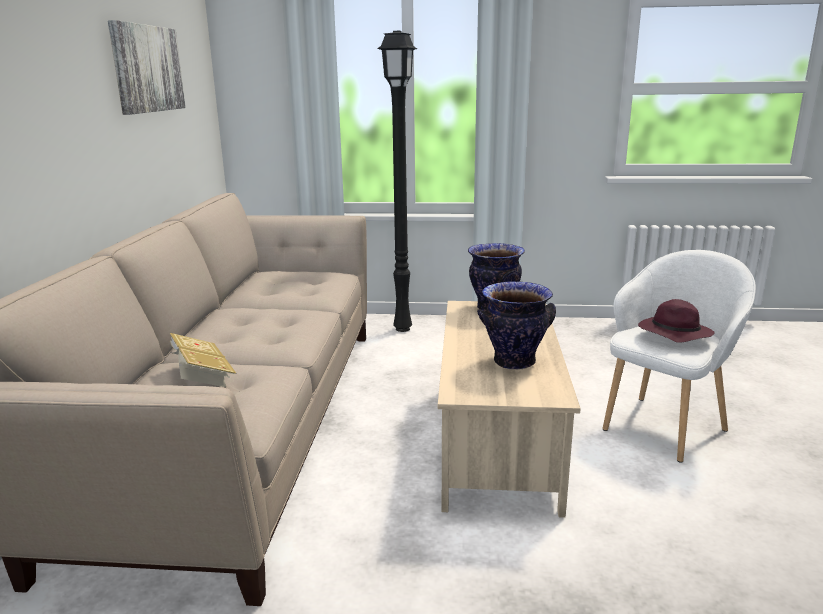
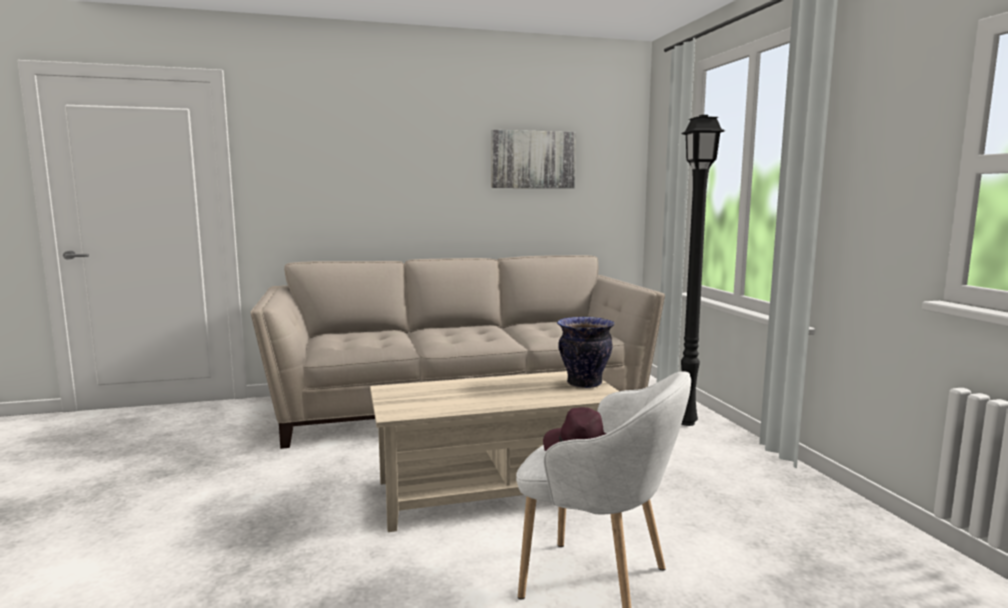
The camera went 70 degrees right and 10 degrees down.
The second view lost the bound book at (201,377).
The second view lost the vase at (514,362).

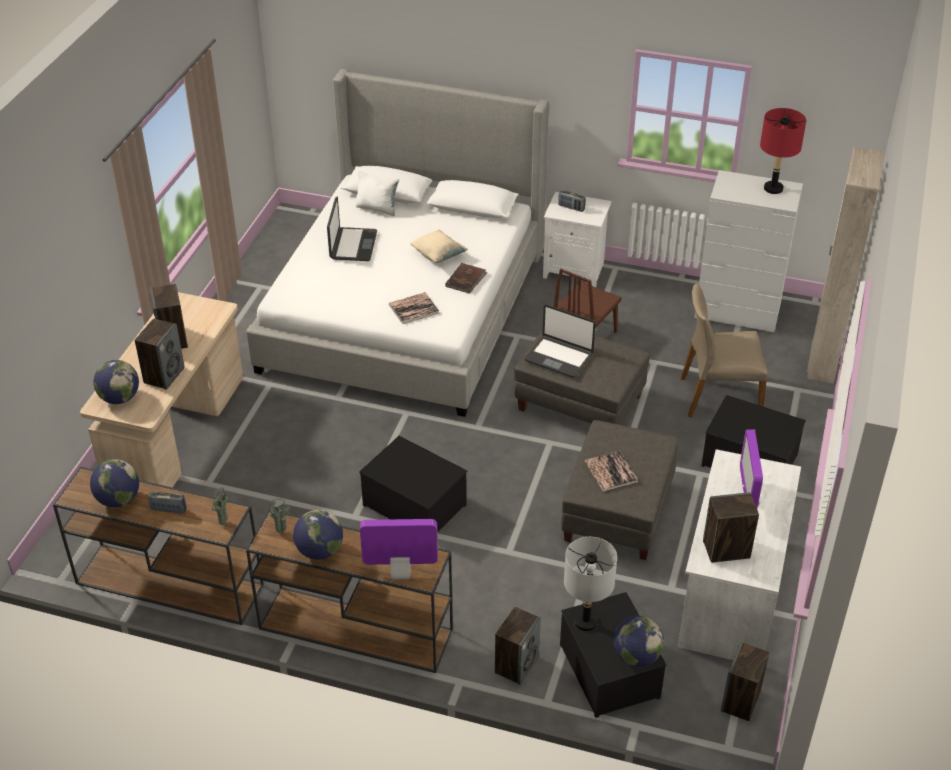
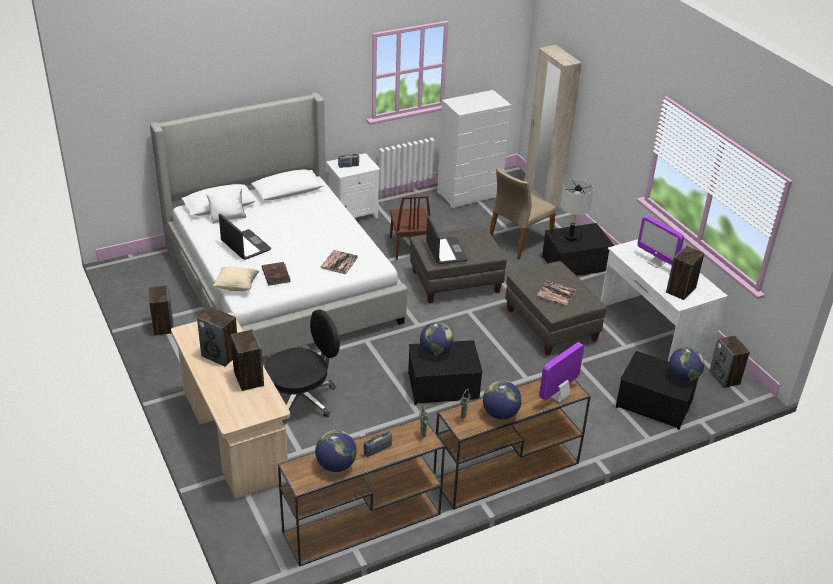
The camera went 45 degrees left and 5 degrees down.
The audio speaker ended up elsewhere, having gone from (516,664) to (163,326).
The beige-coloured throw pillow ended up elsewhere, having gone from (438,256) to (237,286).
The brownish bound book ended up elsewhere, having gone from (466,280) to (276,274).
The second view gained the black office chair at (301,399).
The world globe ended up elsewhere, having gone from (119,398) to (435,351).
The laptop at (559,357) ended up facing another way, 90 degrees counterclockwise from before.
The grey table lamp ended up elsewhere, having gone from (585,622) to (571,237).
The second view lost the red-coloured table lamp at (773,188).

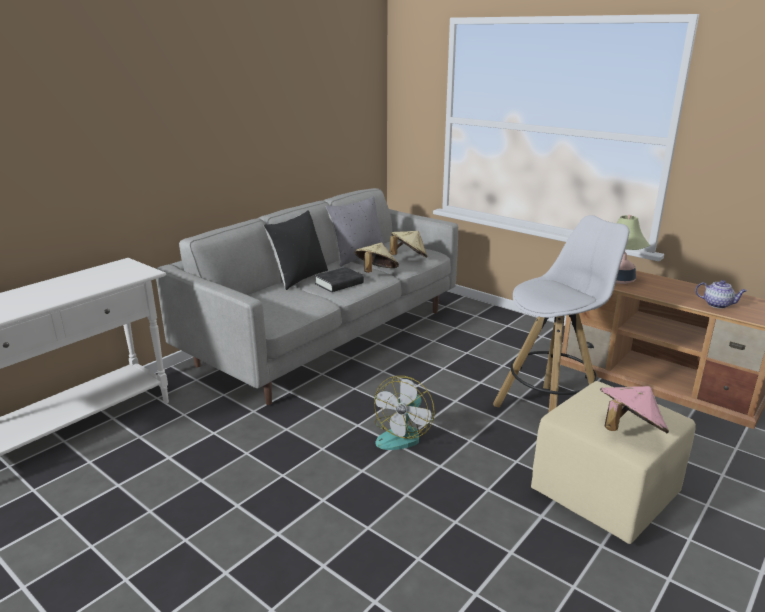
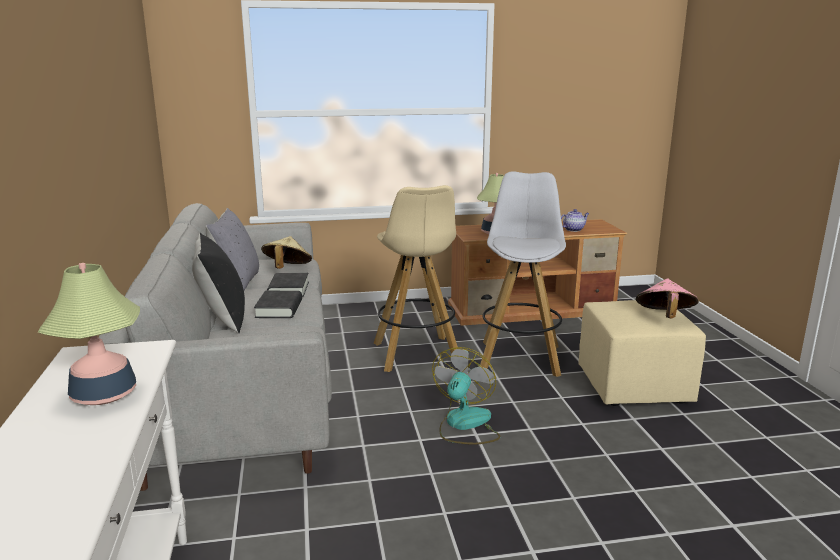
The camera went 50 degrees left and 5 degrees down.
The second view gained the table lamp at (103,394).
Where the beige-coloured wearable hat stood at (376,272), the black bound book came to stand at (288,289).
The second view gained the beige-coloured stool seat at (417,355).
The cooling fan at (403,434) ended up facing another way, 135 degrees counterclockwise from before.

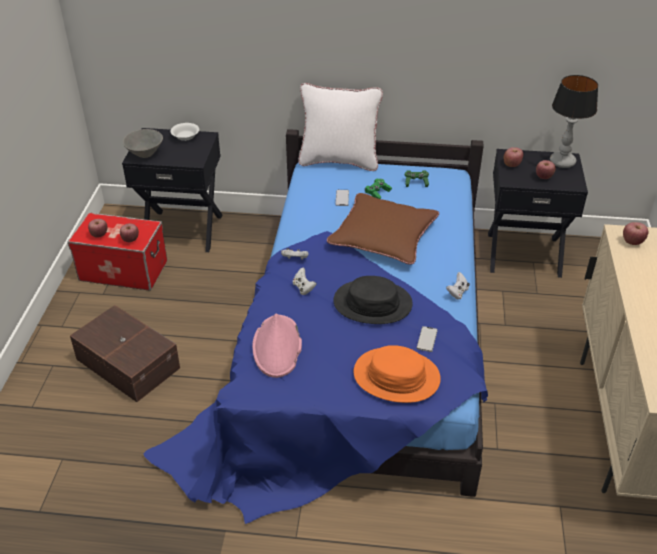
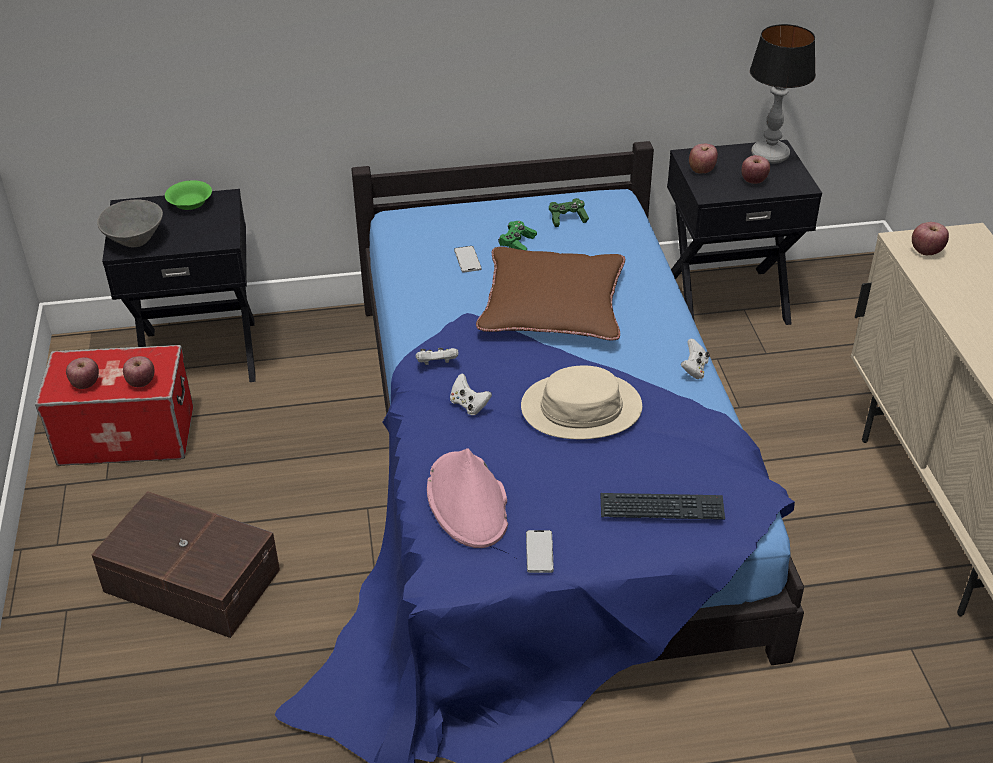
The camera went 15 degrees left and 0 degrees up.
What was the white-coloured bowl at (186,137) turned into the greenish bowl at (191,203).
What was the black wearable hat at (372,303) turned into the beige-coloured wearable hat at (581,408).
The phone ended up elsewhere, having gone from (427,339) to (539,552).
Where the orange wearable hat stood at (396,376), the computer keyboard came to stand at (662,508).
The second view lost the white-coloured throw pillow at (339,161).

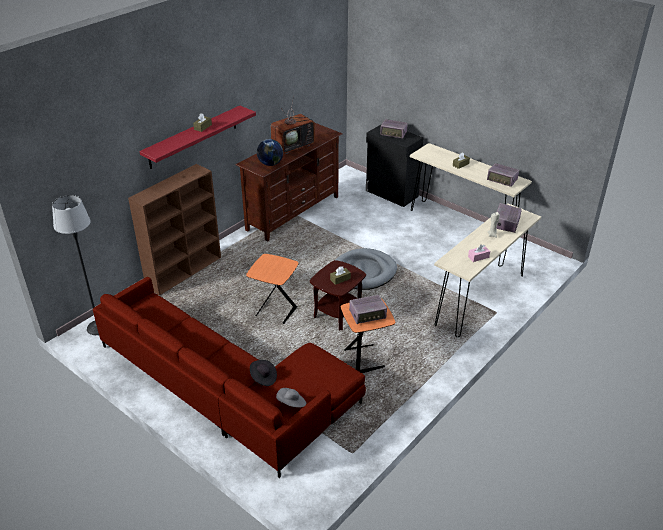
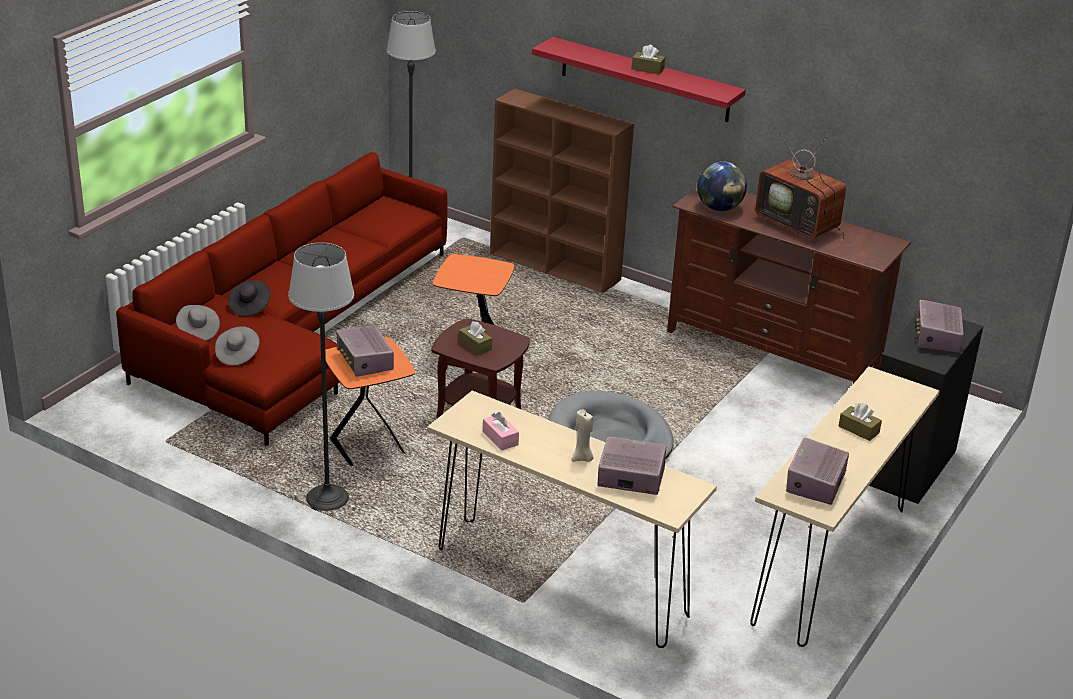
The camera went 80 degrees right and 5 degrees down.
The second view gained the grey wearable hat at (237,354).
The second view gained the standard lamp at (327,498).

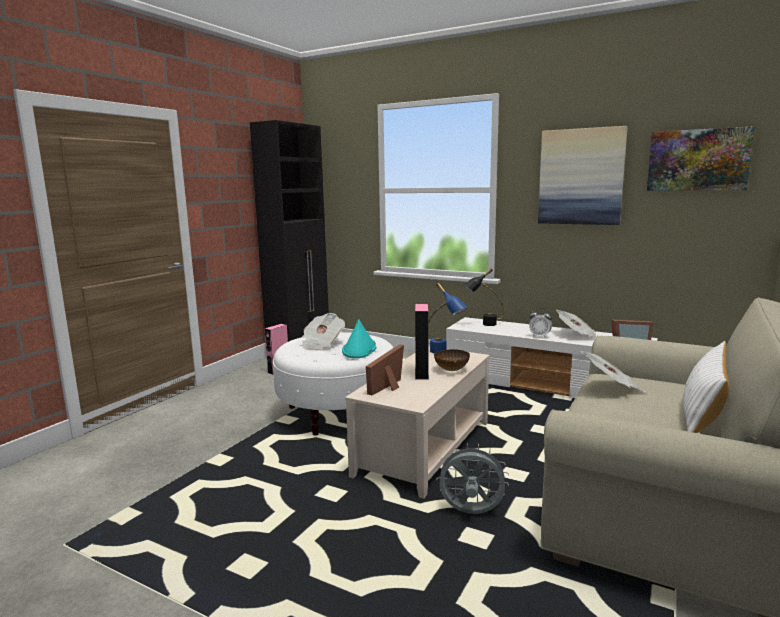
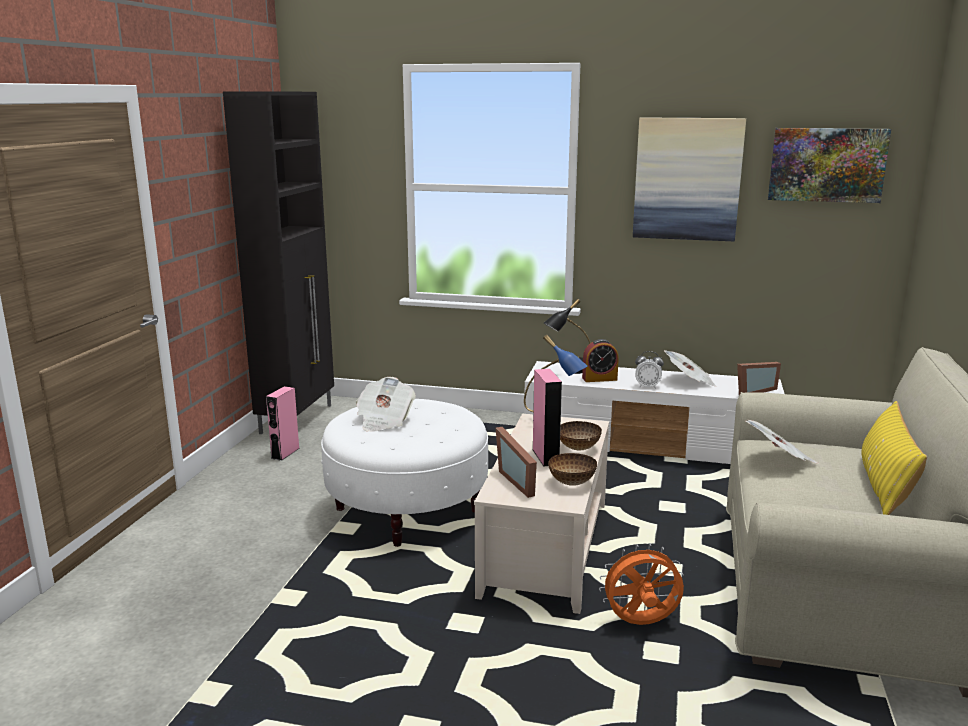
The camera went 15 degrees left and 5 degrees up.
The photo frame at (390,387) ended up facing another way, 45 degrees counterclockwise from before.
The second view gained the bowl at (571,482).
The second view gained the alarm clock at (599,379).
What was the grey cooling fan at (471,513) turned into the orange cooling fan at (641,624).
What was the white-coloured throw pillow at (703,414) turned into the yellowish throw pillow at (884,485).
The second view lost the blue-green wearable hat at (359,349).

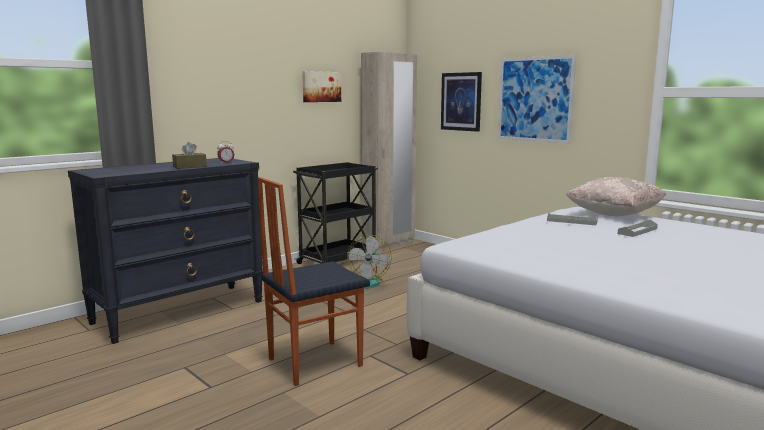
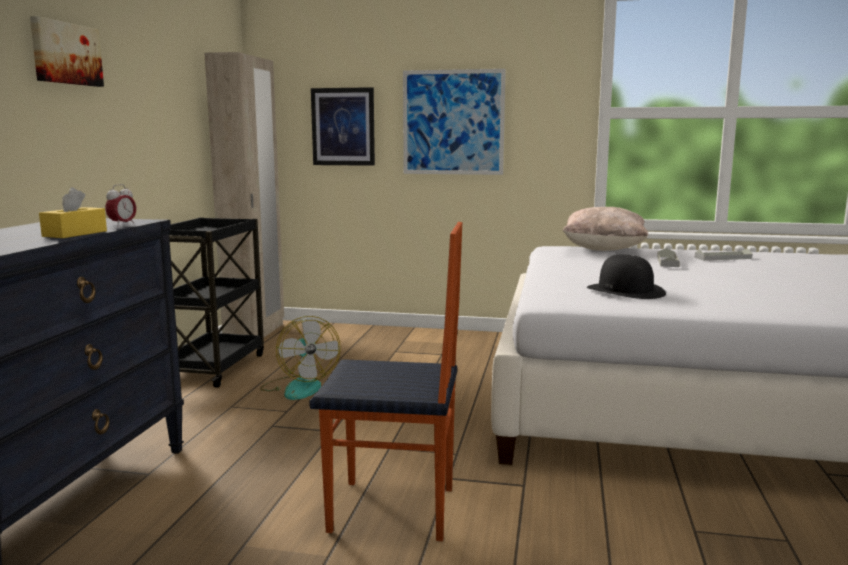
The camera went 35 degrees left and 0 degrees up.
The wall art ended up elsewhere, having gone from (321,86) to (65,53).
What was the brownish box of tissues at (190,167) turned into the yellowish box of tissues at (75,234).
The upright chair at (313,362) ended up facing another way, 105 degrees counterclockwise from before.
The second view gained the black wearable hat at (626,290).
The grey carrying tray ended up elsewhere, having gone from (571,221) to (723,258).

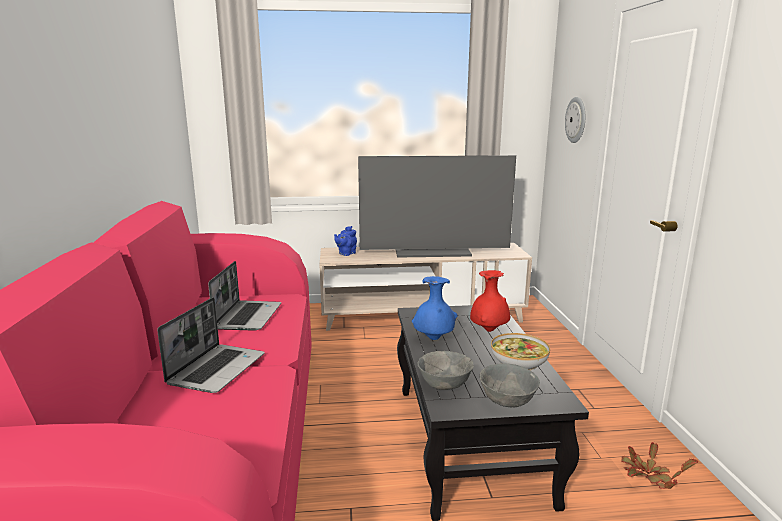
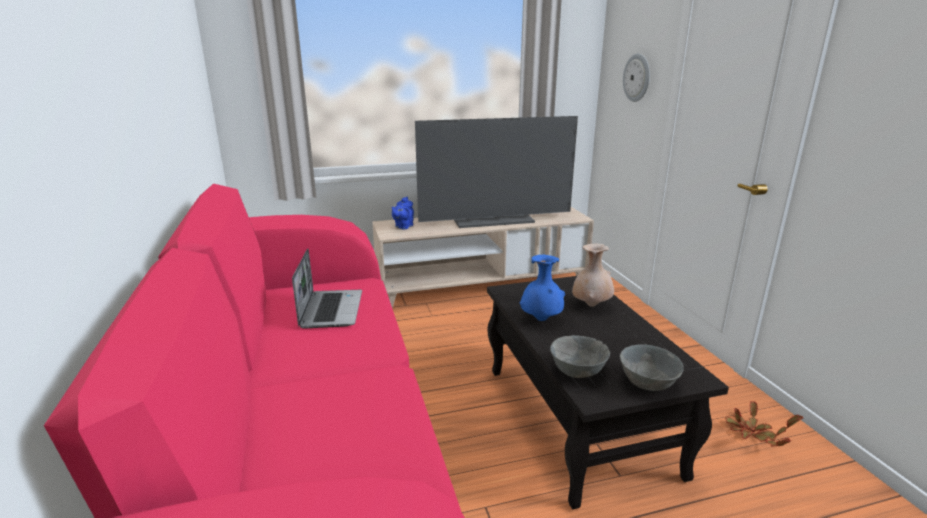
The camera went 10 degrees left and 5 degrees up.
What was the red-coloured vase at (489,330) turned into the beige-coloured vase at (591,305).
The second view lost the laptop at (217,369).
The second view lost the bowl at (519,361).

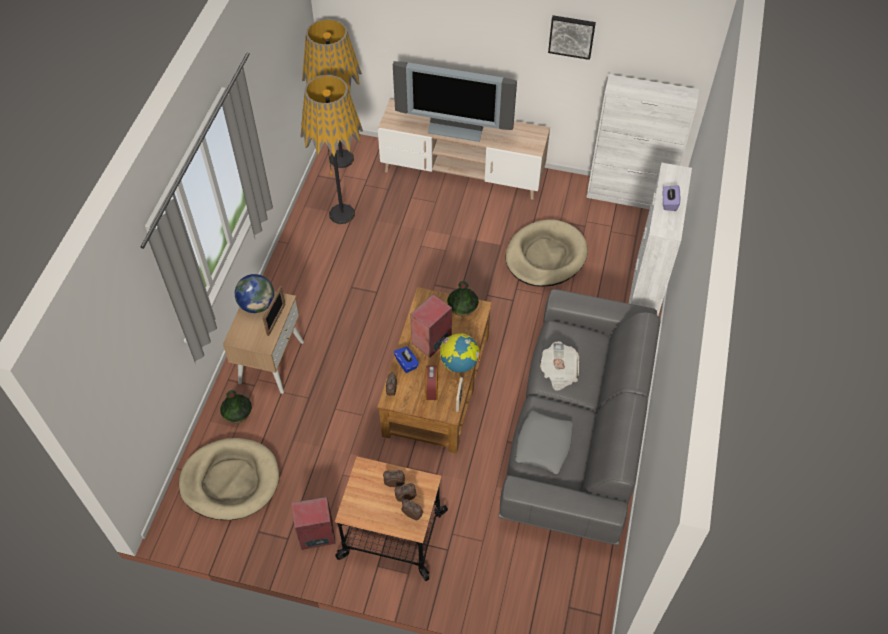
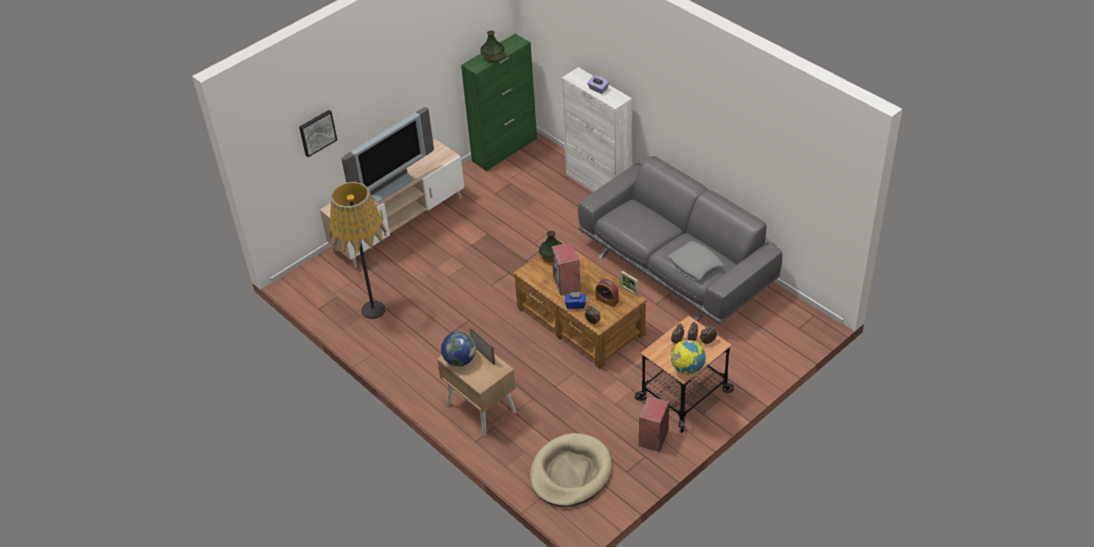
The camera went 55 degrees left and 10 degrees down.
The wall art ended up elsewhere, having gone from (571,36) to (317,132).
What was the white-coloured cabinet at (628,196) turned into the greenish cabinet at (505,149).
The vase ended up elsewhere, having gone from (237,414) to (493,57).
The world globe ended up elsewhere, having gone from (459,363) to (687,369).
The second view lost the standard lamp at (341,159).
The second view lost the beige-coloured pet bed at (545,256).
The second view lost the newspaper at (559,372).

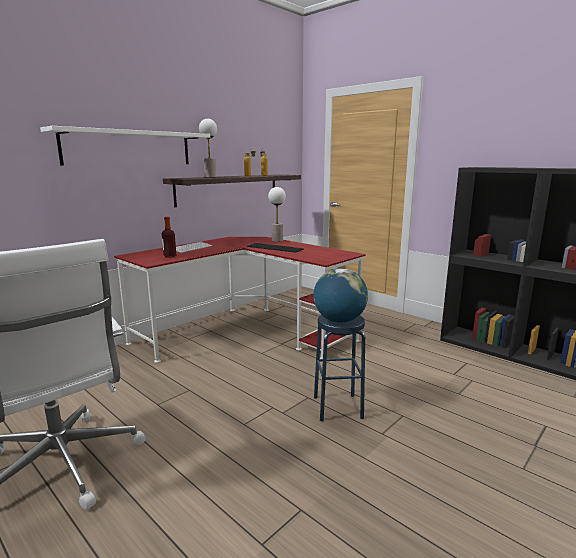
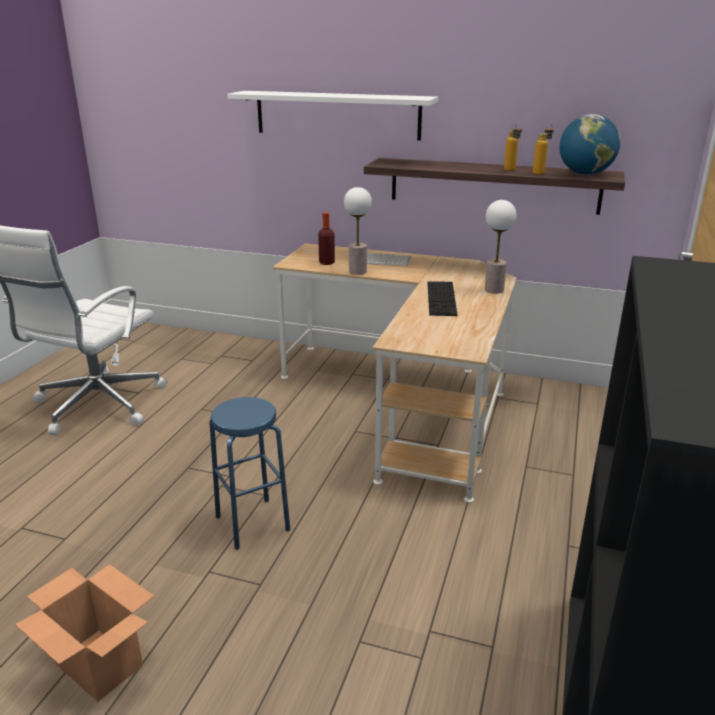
The camera went 65 degrees right and 10 degrees up.
The second view gained the cardboard box at (98,664).
What was the red-coloured desk at (245,332) turned into the beige-coloured desk at (407,401).
The table lamp ended up elsewhere, having gone from (210,177) to (357,271).
The world globe ended up elsewhere, having gone from (339,320) to (585,174).

